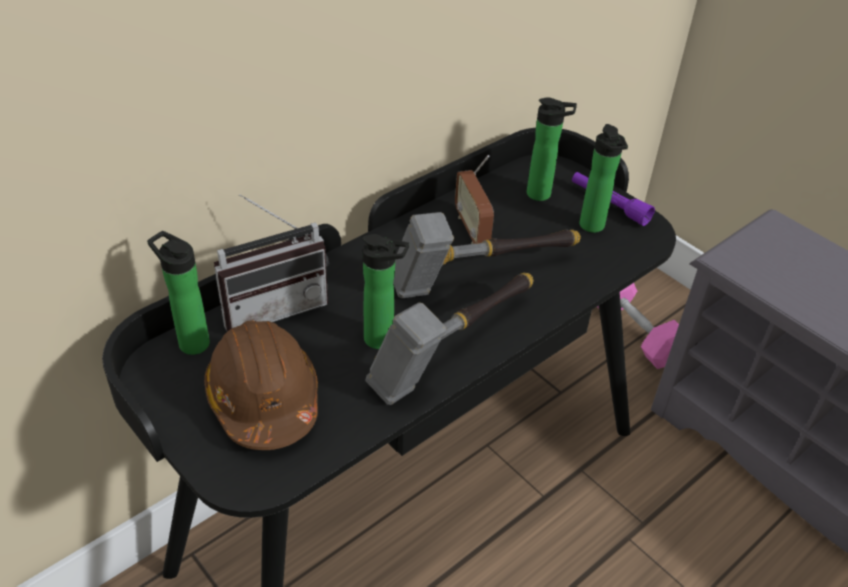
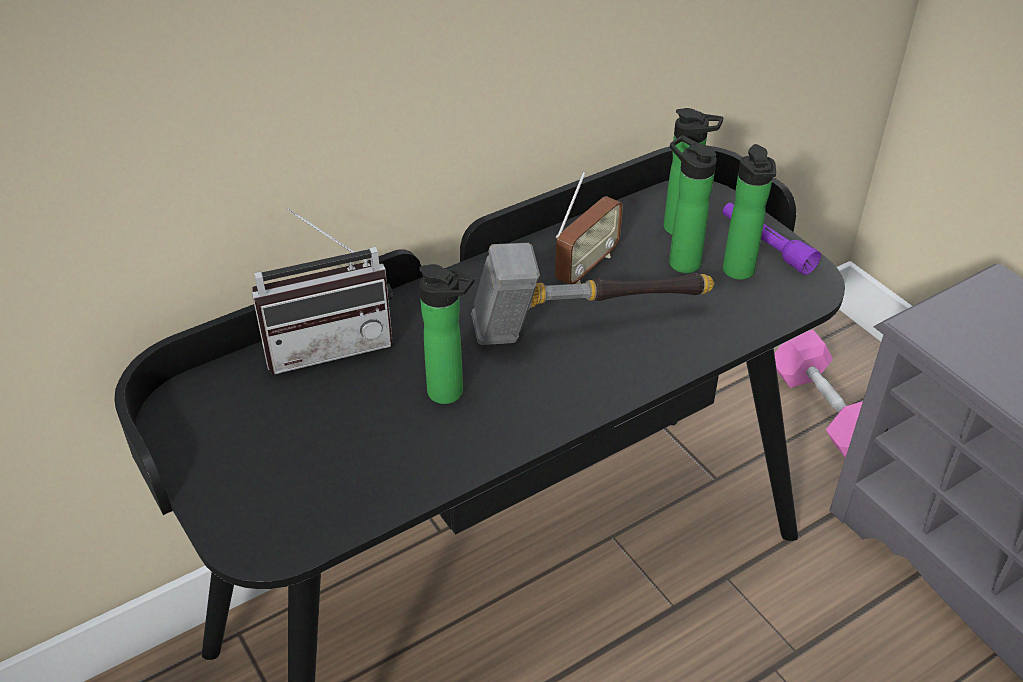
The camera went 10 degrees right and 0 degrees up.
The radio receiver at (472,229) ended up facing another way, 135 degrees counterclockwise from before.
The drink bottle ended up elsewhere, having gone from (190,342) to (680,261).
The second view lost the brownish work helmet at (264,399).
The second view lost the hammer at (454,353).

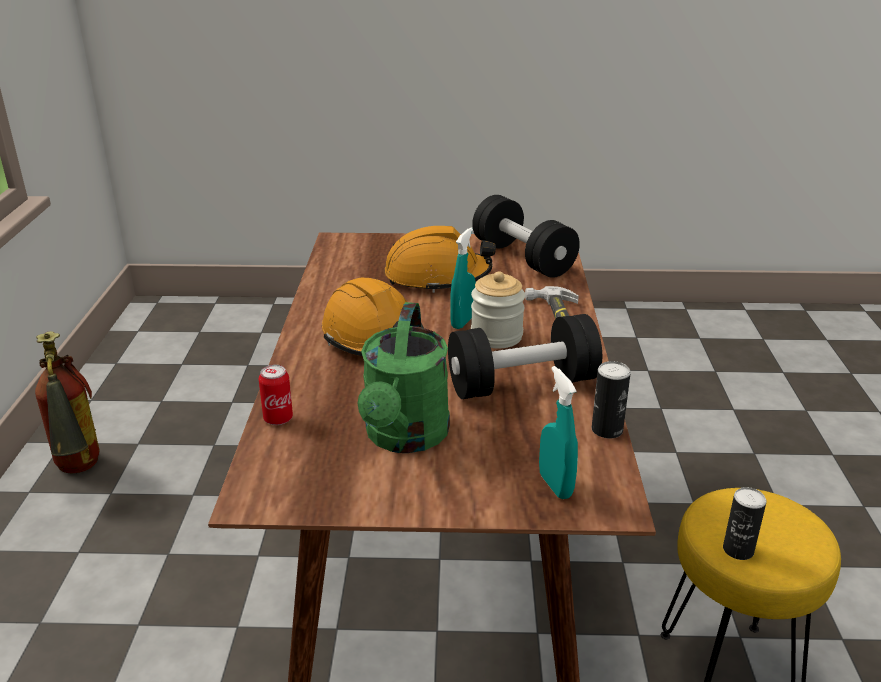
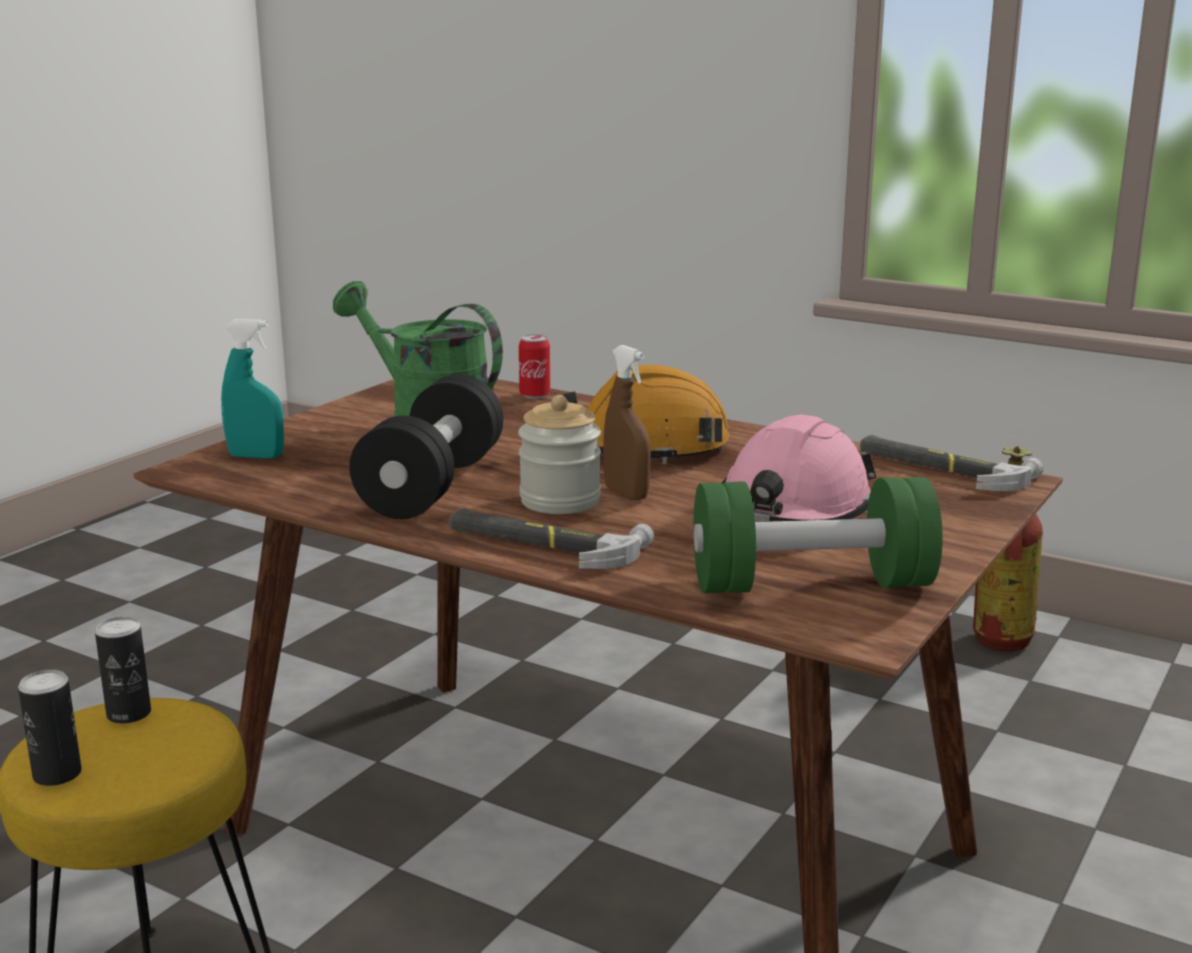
The camera went 120 degrees right and 10 degrees down.
The sealed can ended up elsewhere, having gone from (607,430) to (57,774).
What was the blue-green sprayer at (462,322) turned into the brownish sprayer at (626,494).
What was the black dumbbell at (523,258) turned into the greenish dumbbell at (811,585).
What was the orange work helmet at (437,277) turned into the pink-coloured work helmet at (793,510).
The second view gained the hammer at (942,468).

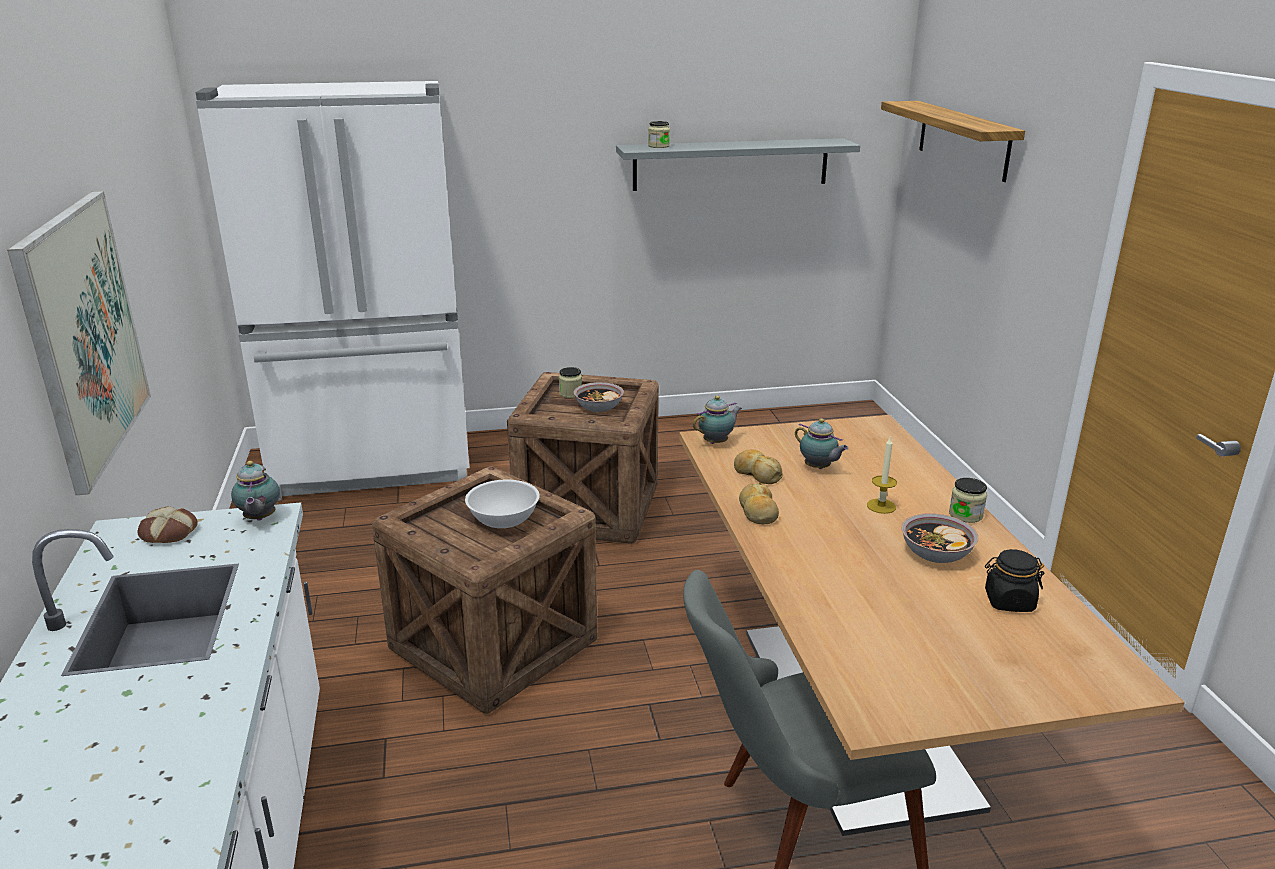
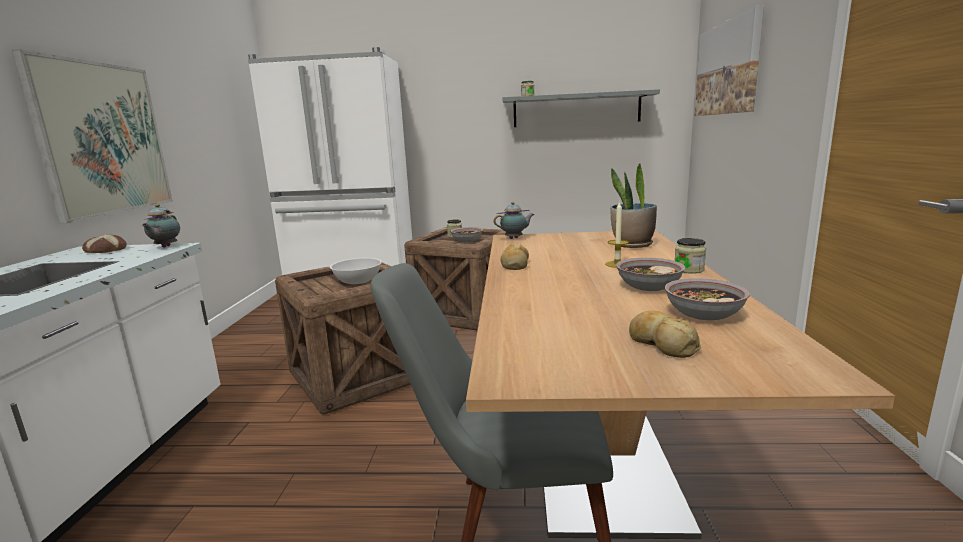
The camera went 15 degrees right and 10 degrees down.
The second view gained the plant in a pot at (632,245).
The baked bread ended up elsewhere, having gone from (757,474) to (662,344).
Where the black storage jar stood at (1009,601), the bowl came to stand at (704,314).
Where the shelf hung at (963,139), the wall art came to hang at (727,68).
The second view lost the pot for tea at (818,468).

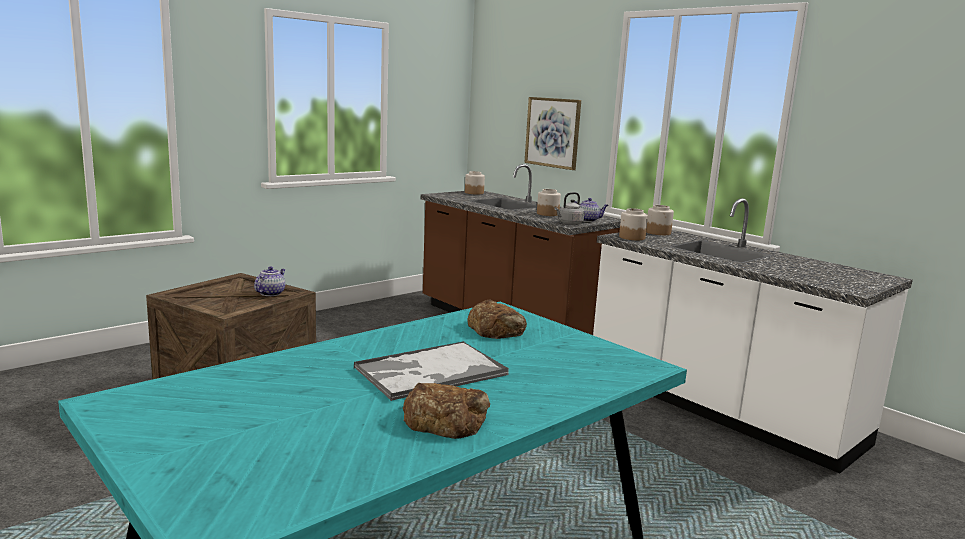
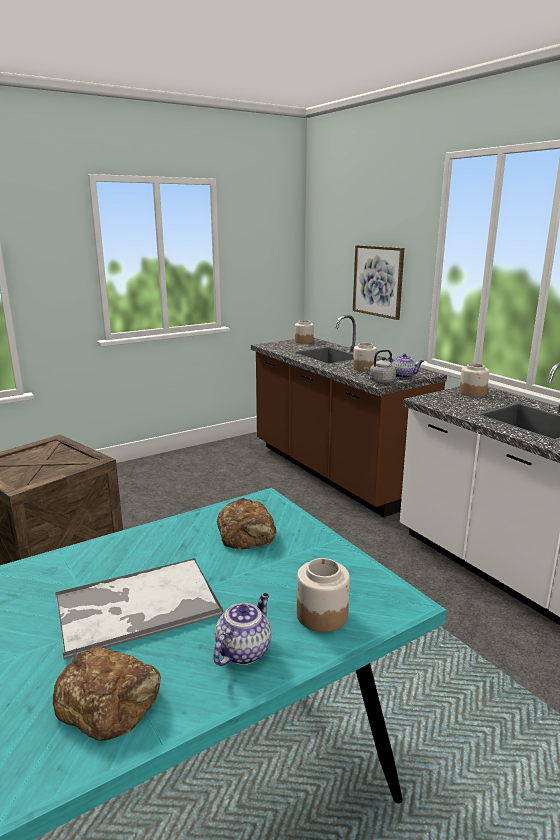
The camera went 10 degrees right and 5 degrees up.
The pot for tea ended up elsewhere, having gone from (270,293) to (243,650).
The storage jar ended up elsewhere, having gone from (631,237) to (322,614).

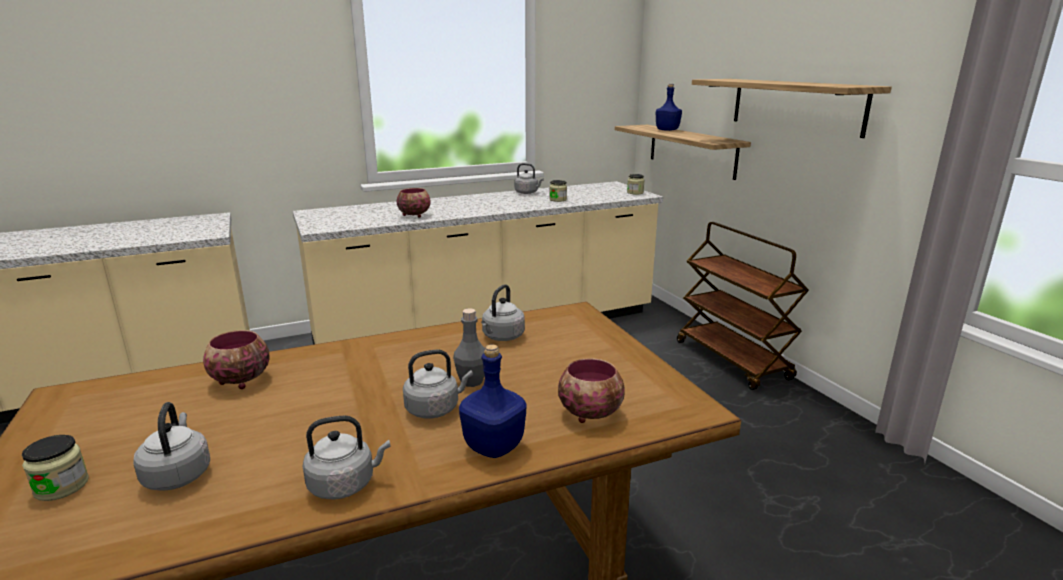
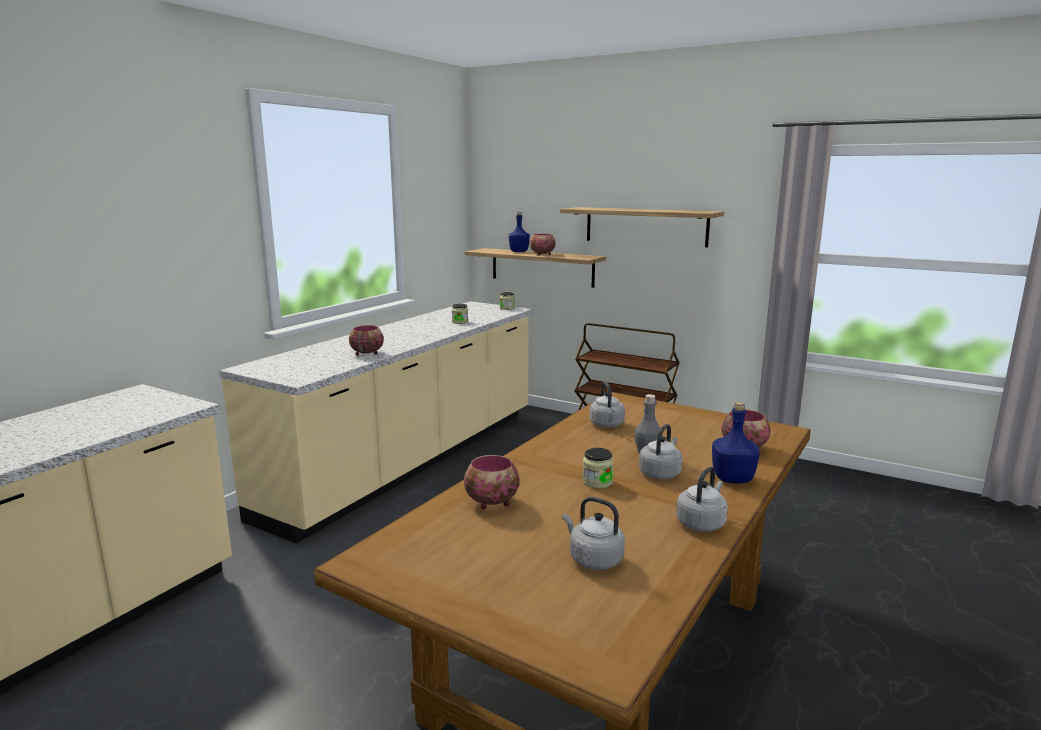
The camera went 35 degrees left and 5 degrees down.
The second view gained the bowl at (542,254).
The storage jar ended up elsewhere, having gone from (61,486) to (597,482).
The second view lost the grey tea kettle at (527,192).

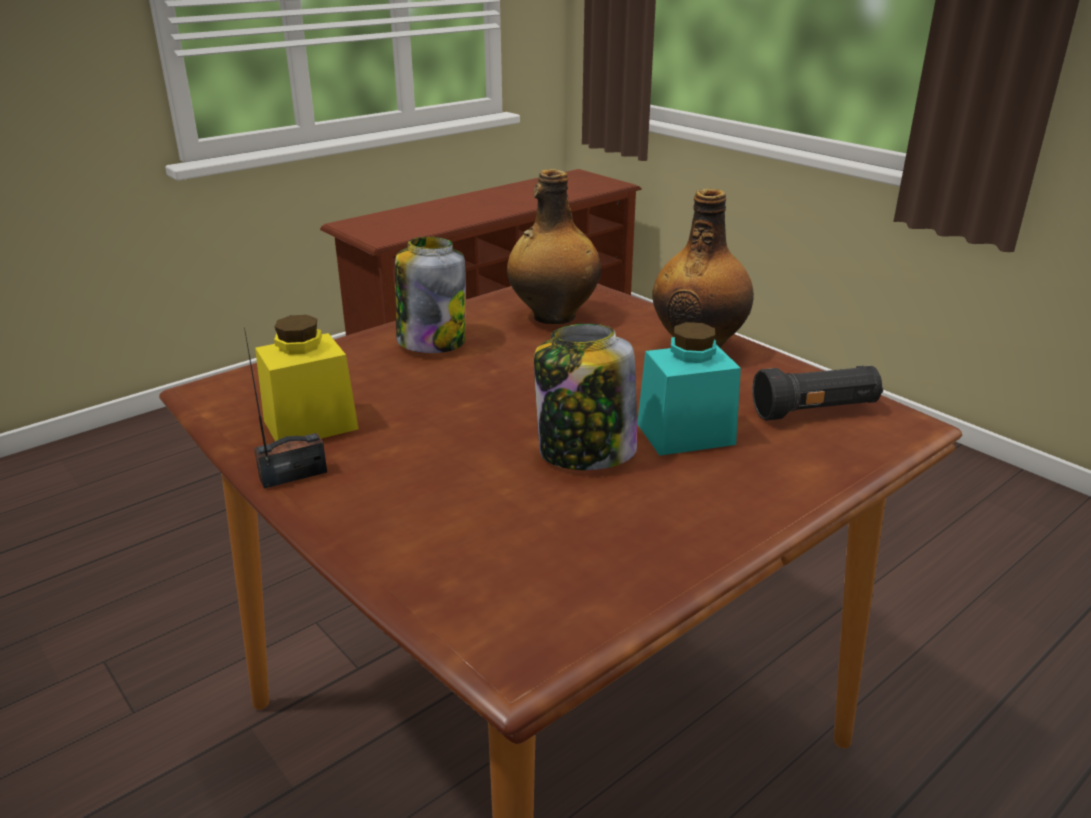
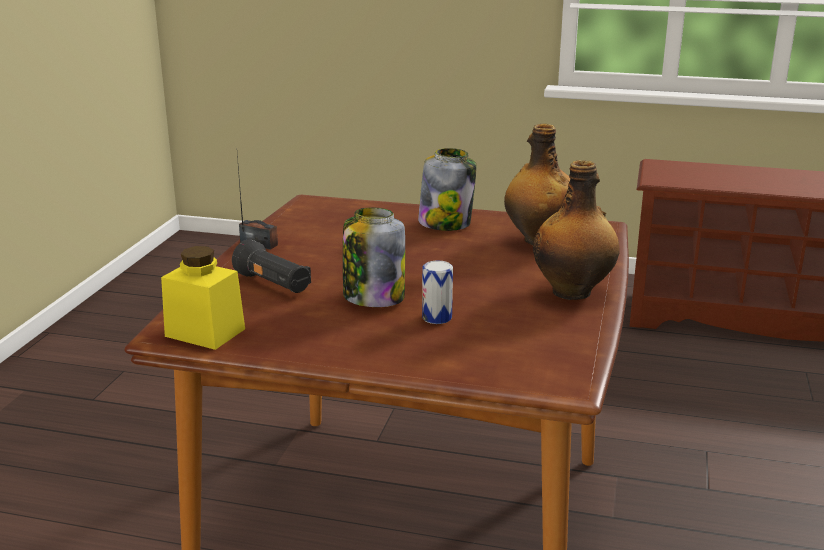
The camera went 55 degrees right and 5 degrees down.
The yellowish storage jar ended up elsewhere, having gone from (310,425) to (205,332).
The black hand torch ended up elsewhere, having gone from (815,411) to (273,284).
Where the blue-green storage jar stood at (685,434), the sealed can came to stand at (437,317).

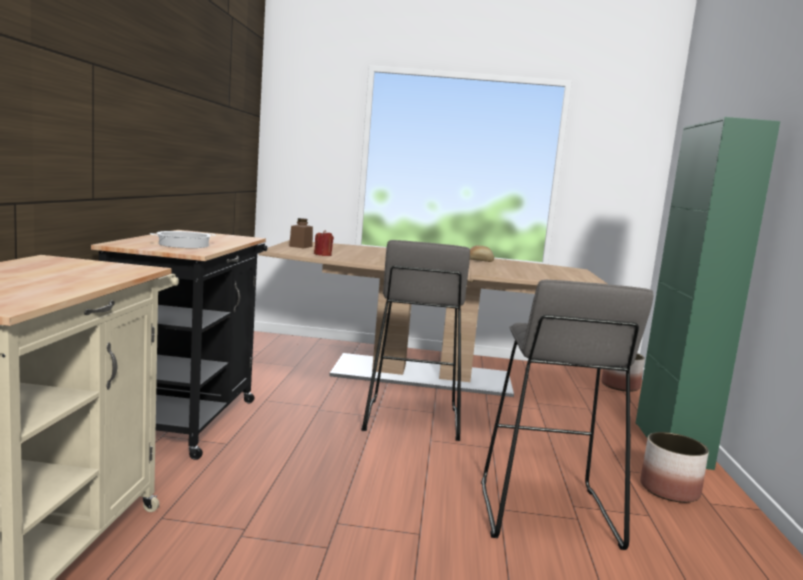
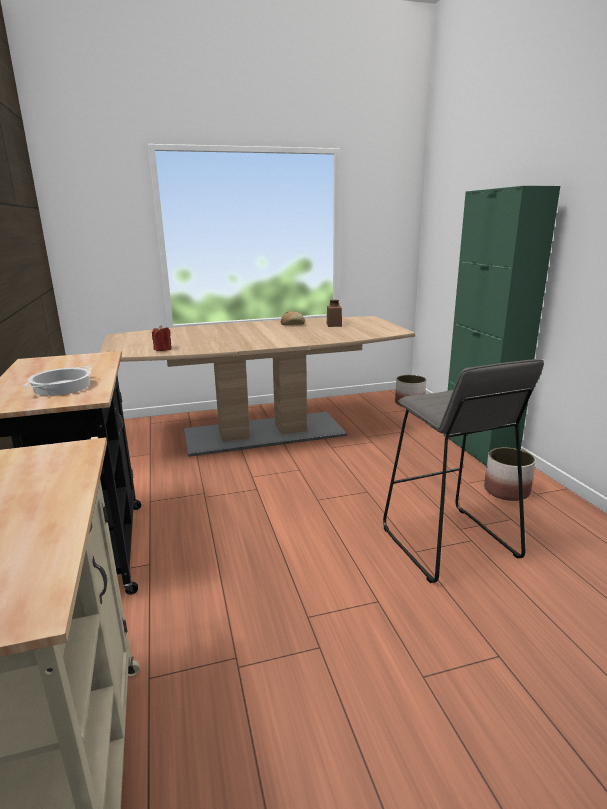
The camera went 20 degrees left and 10 degrees up.
The brownish storage jar ended up elsewhere, having gone from (300,246) to (334,325).
The second view lost the grey stool seat at (411,419).

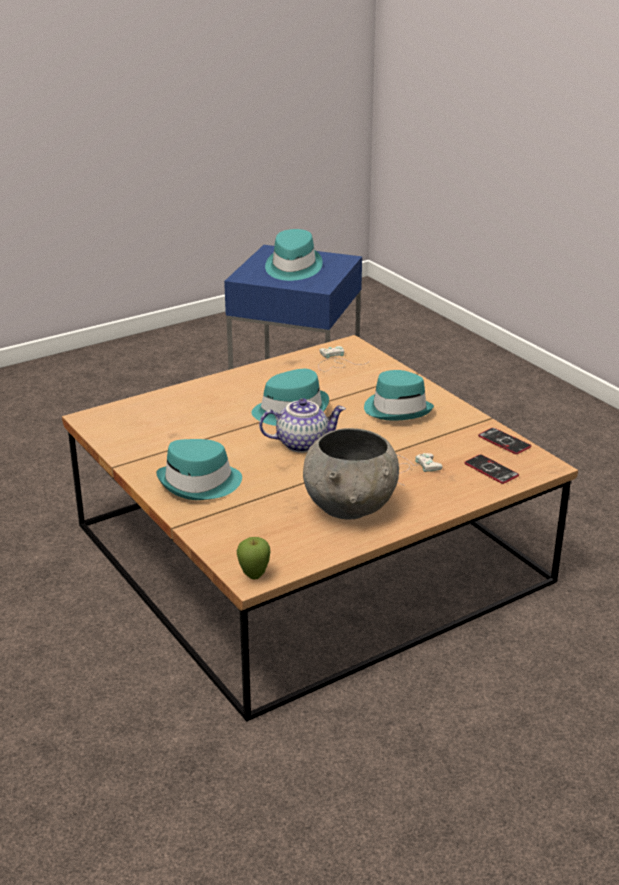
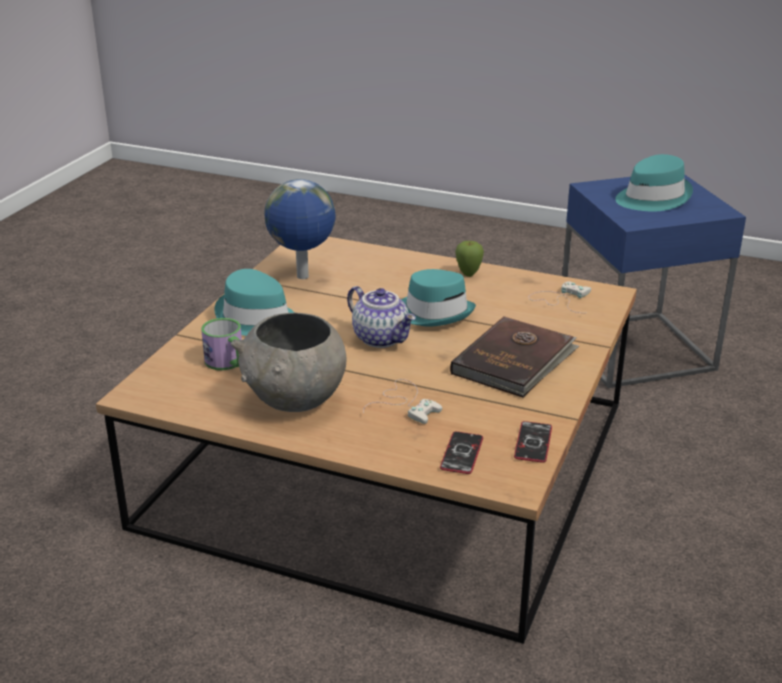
The camera went 55 degrees right and 0 degrees up.
The second view gained the tea mug at (228,363).
The second view gained the world globe at (303,277).
Where the blue-green wearable hat stood at (397,409), the brownish bound book came to stand at (515,361).
The apple fruit ended up elsewhere, having gone from (254,576) to (468,274).

